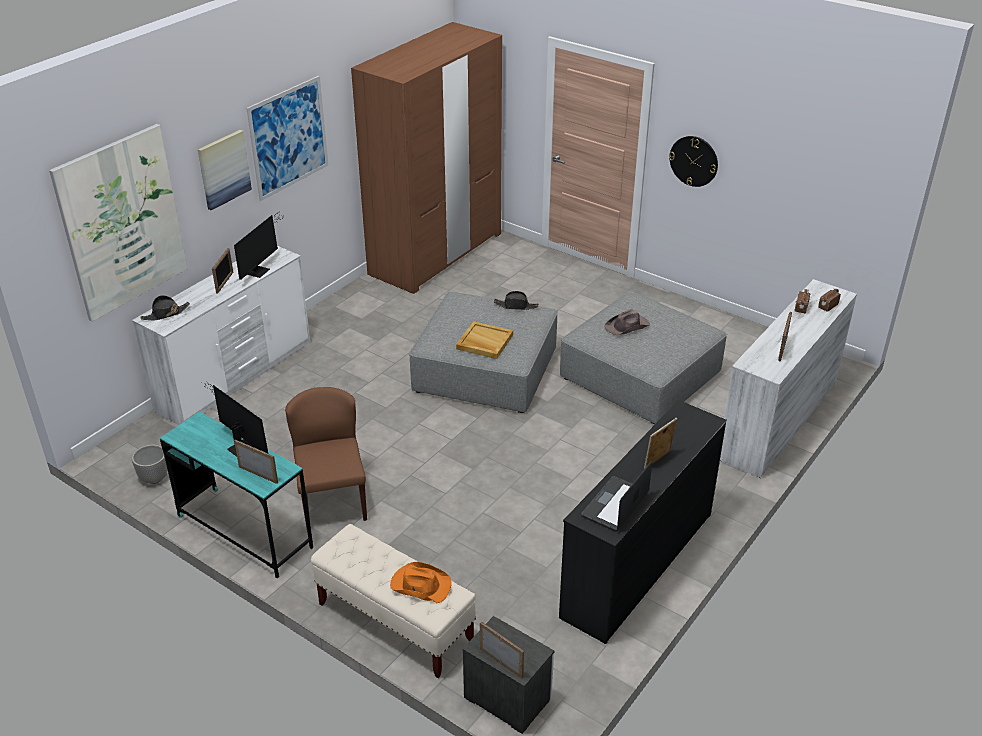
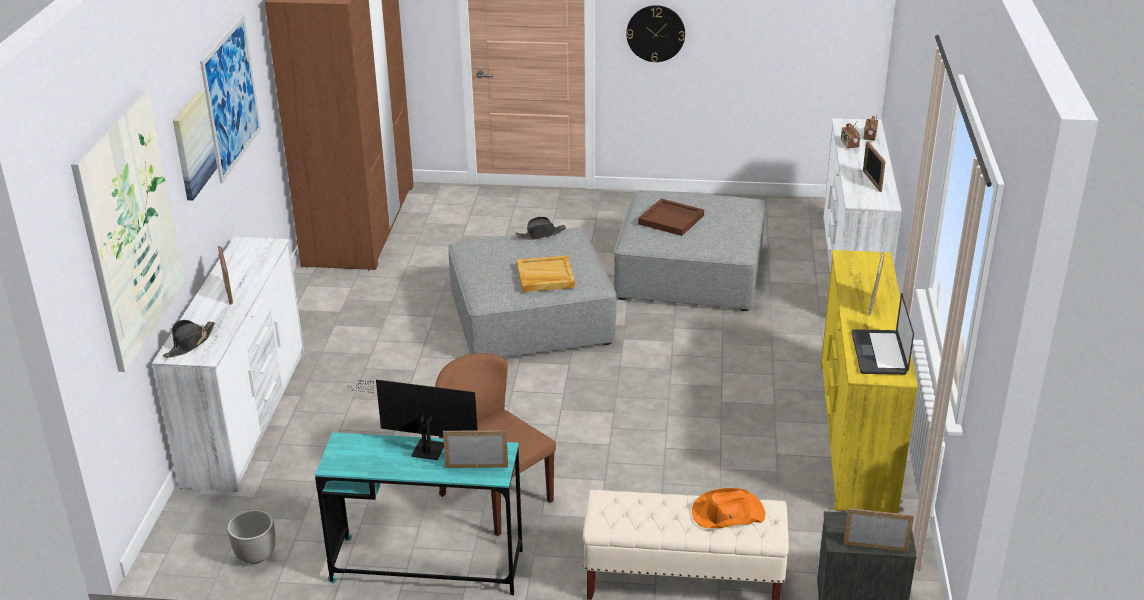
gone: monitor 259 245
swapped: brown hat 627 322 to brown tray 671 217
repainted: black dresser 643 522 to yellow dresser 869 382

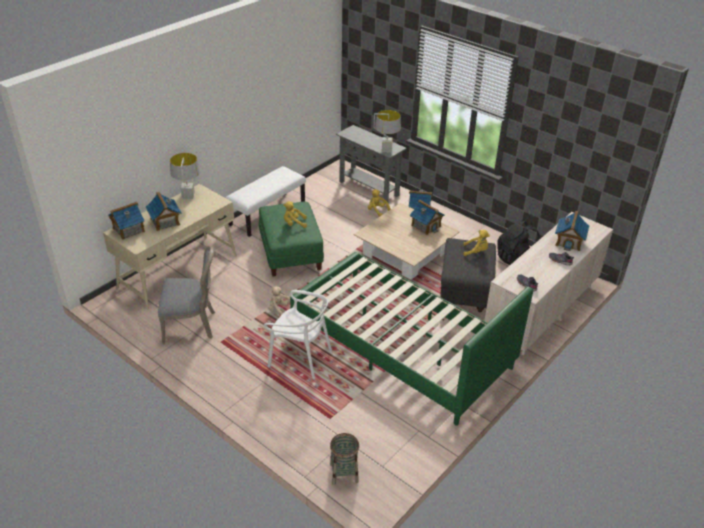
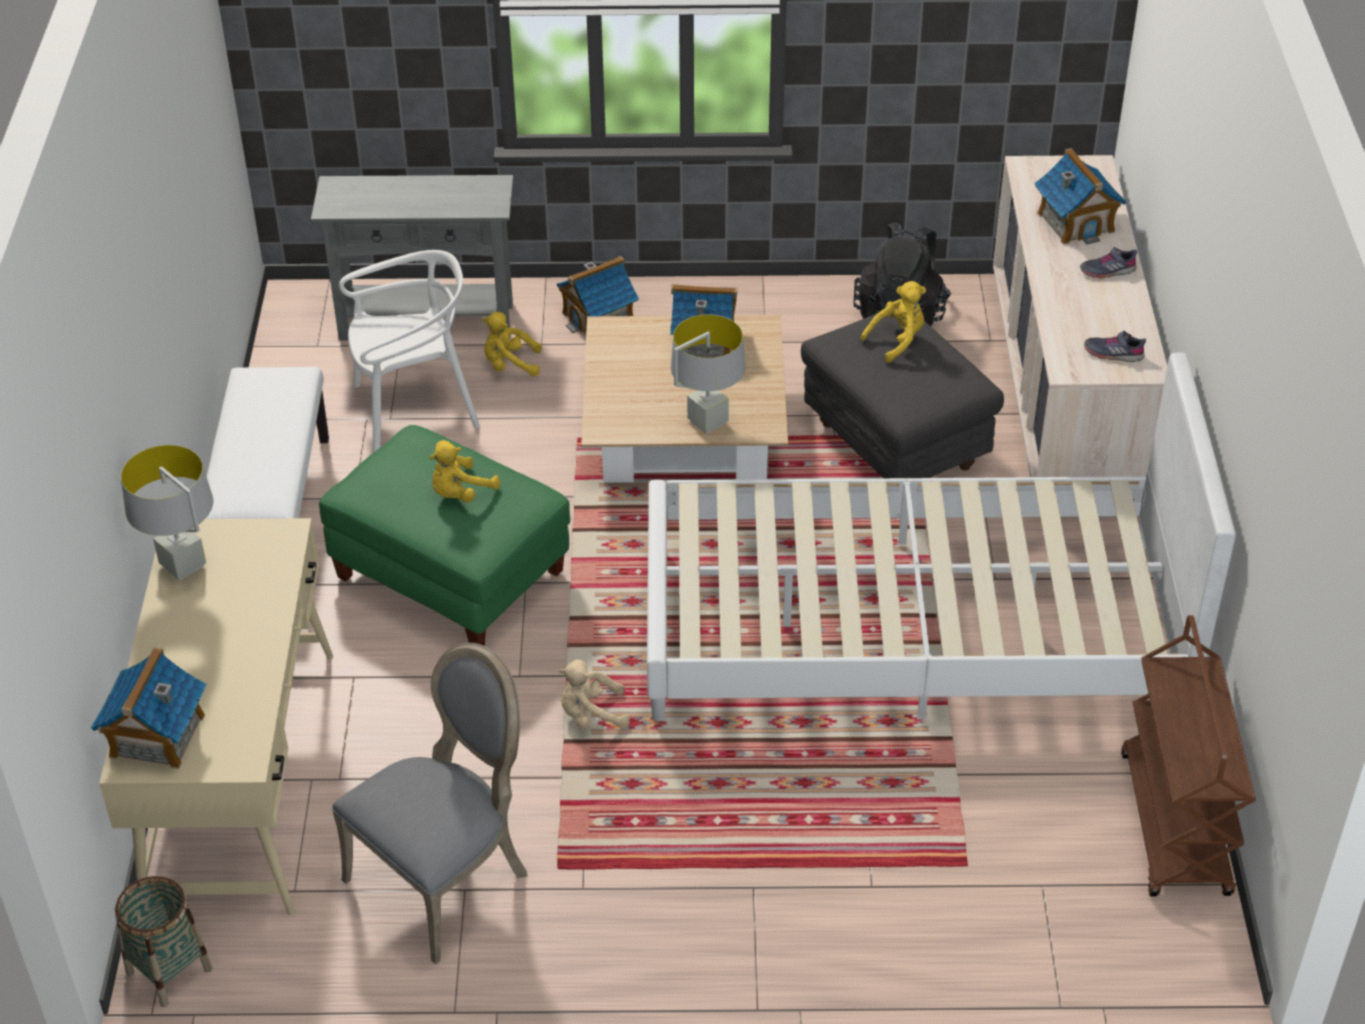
gone: toy house 164 211
new: brown cart 1188 755
shifted: basket 344 459 to 164 941; white chair 298 334 to 409 351; grey table lamp 387 131 to 708 374
repainted: green bed 411 339 to white bed 941 537

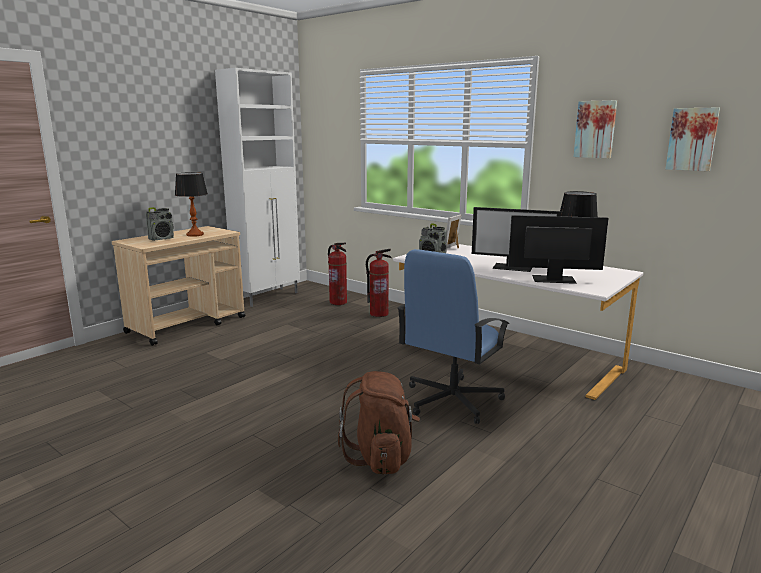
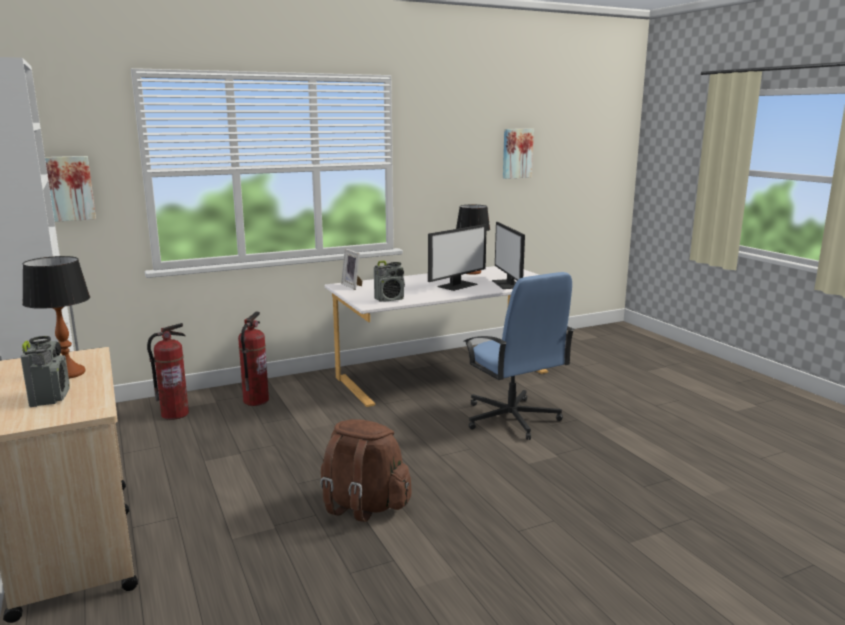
shifted: picture 595 129 to 70 189; brown backpack 379 423 to 366 470
rotated: monitor 558 249 = 508 255 45 degrees counterclockwise

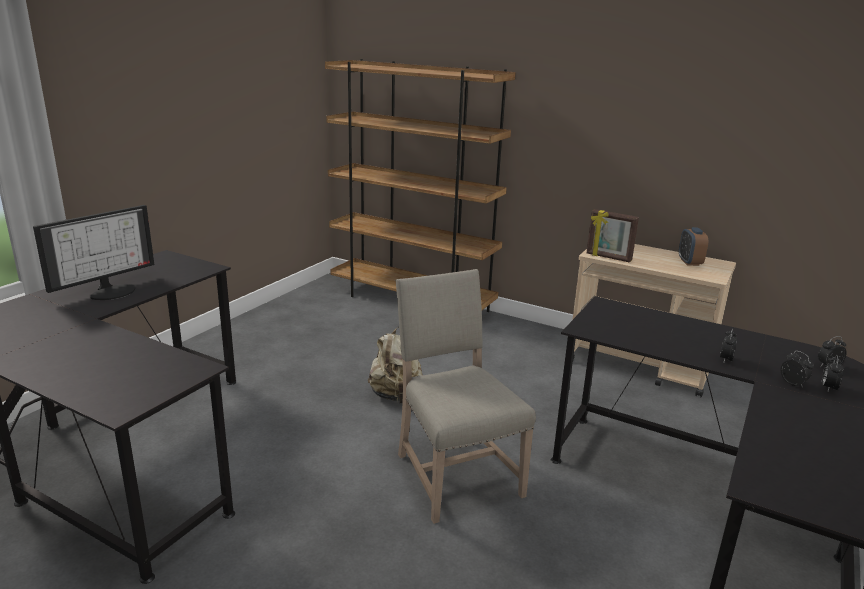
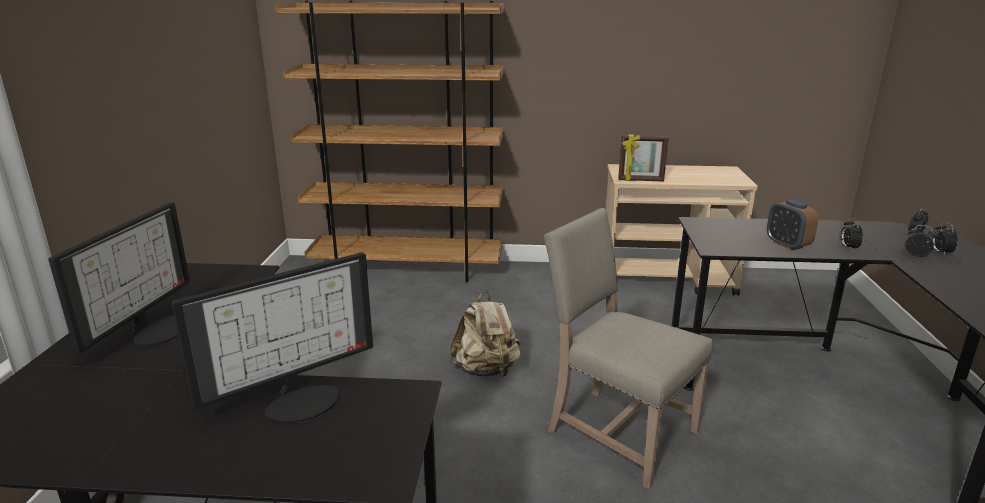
new: monitor 272 338
shifted: alarm clock 693 246 to 792 224

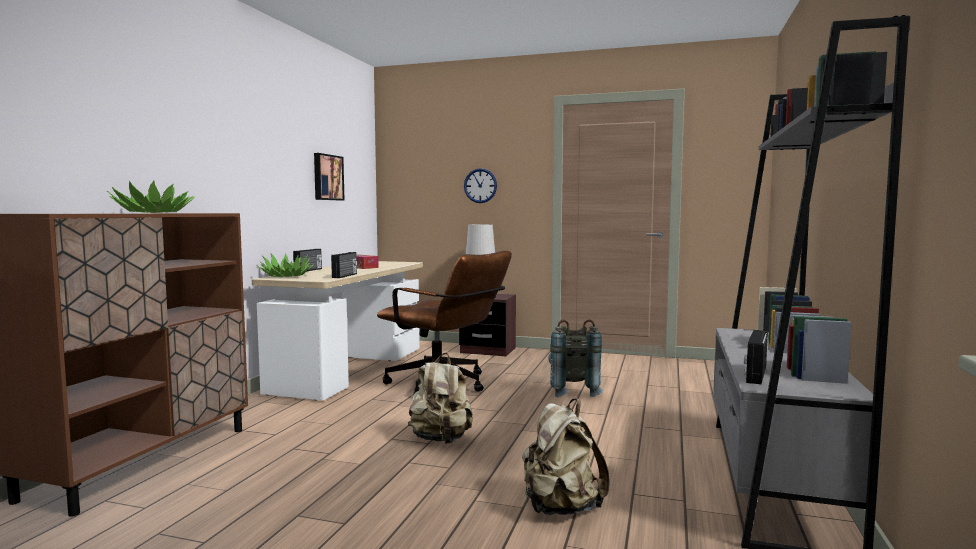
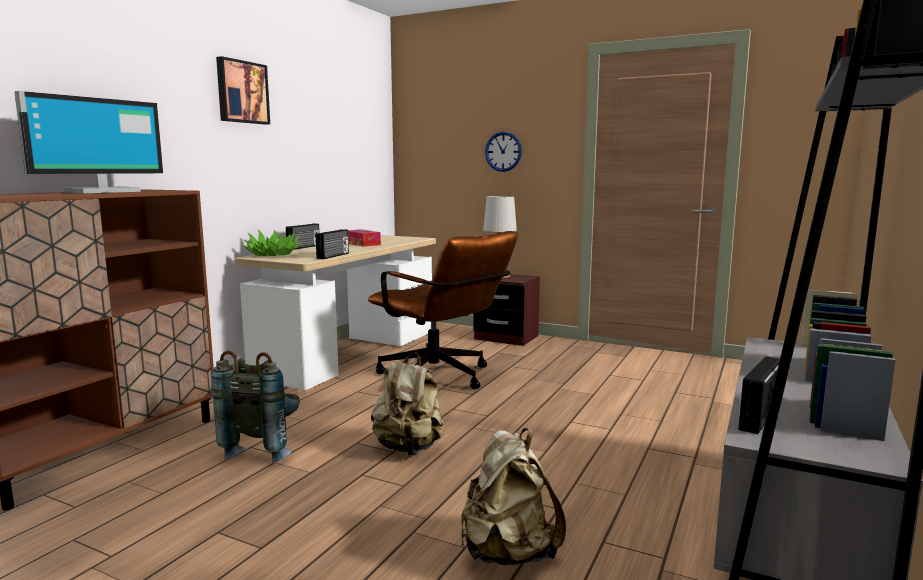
shifted: grey backpack 575 358 to 255 407; picture 329 177 to 243 90
swapped: potted plant 151 197 to monitor 88 142

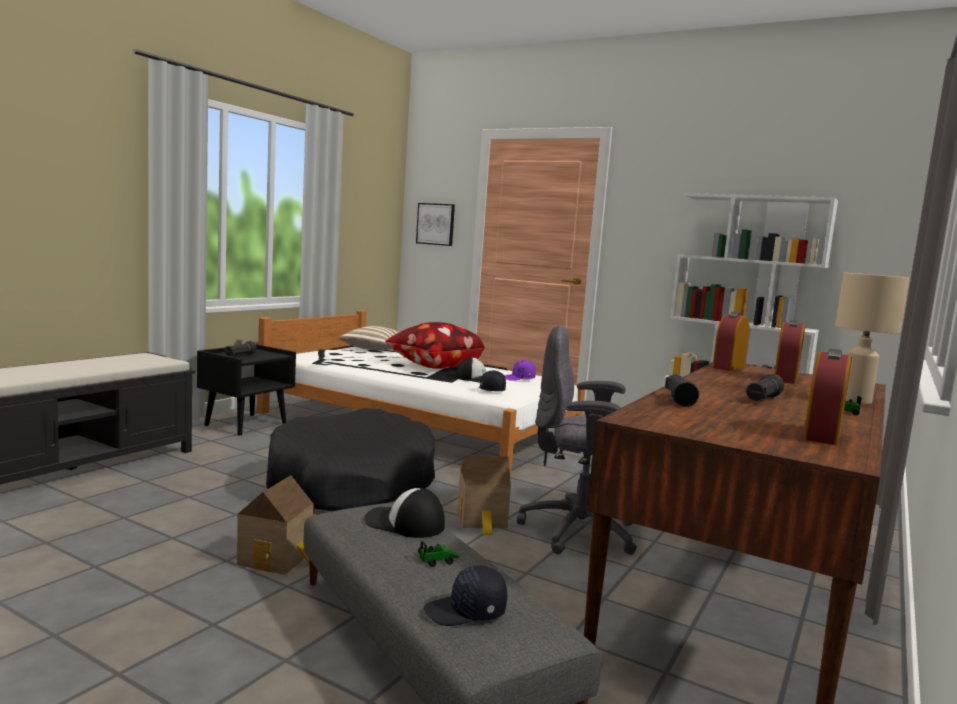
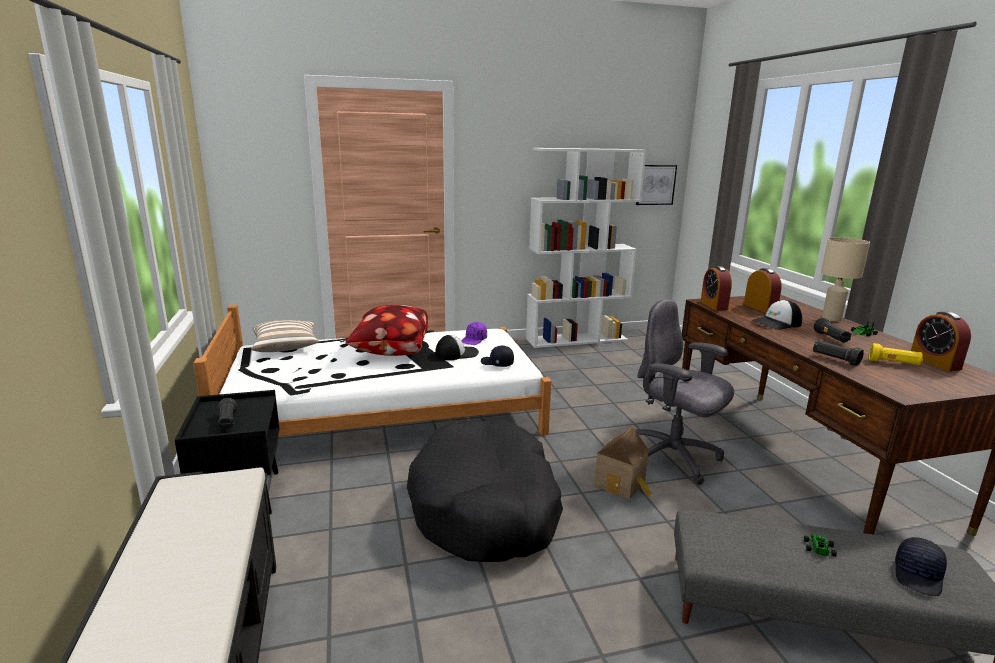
gone: toy house 275 525
new: yellow flashlight 896 354
shifted: picture 435 224 to 656 185; cap 404 513 to 776 315
rotated: grey office chair 577 440 = 684 392 75 degrees clockwise

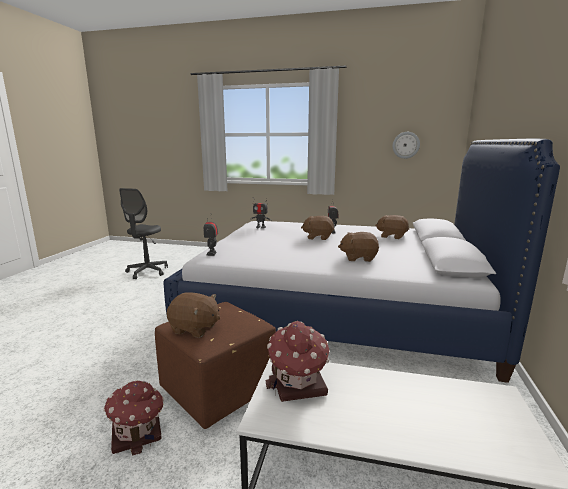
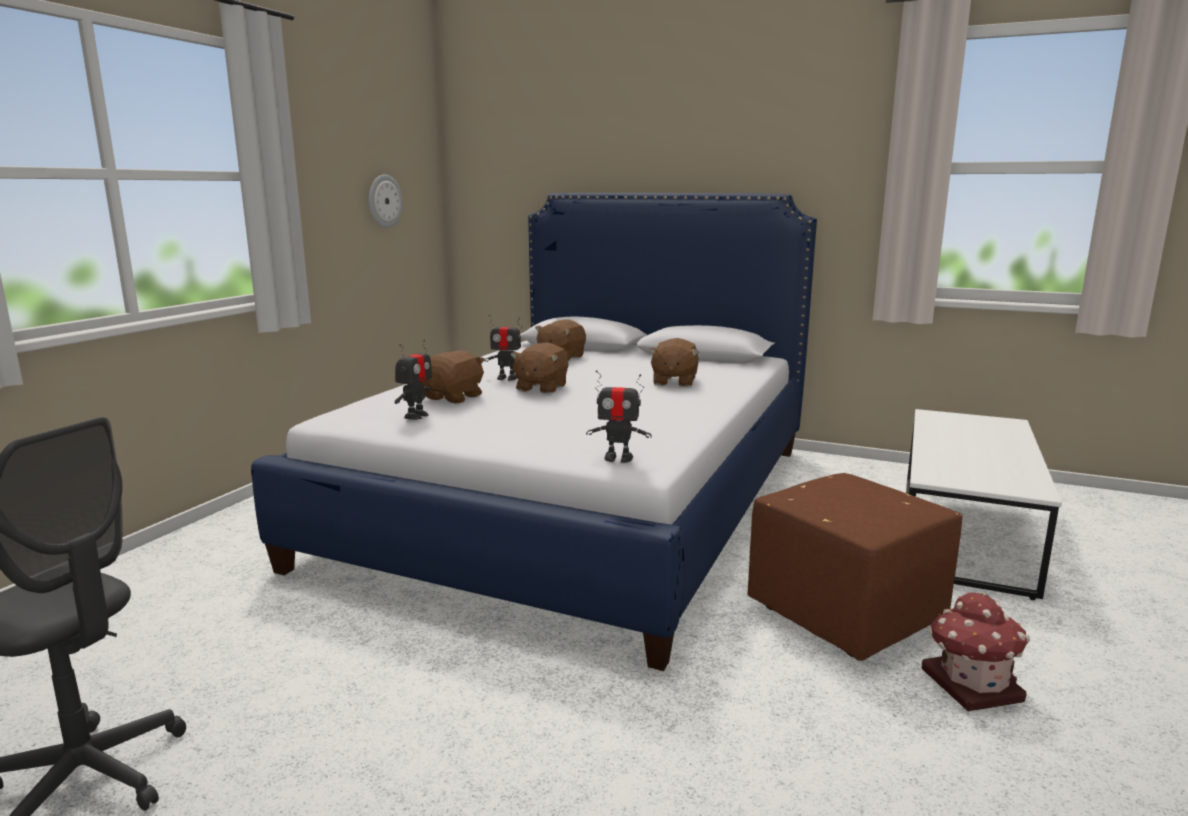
gone: toy house 298 361
shifted: brown plush toy 193 315 to 453 376

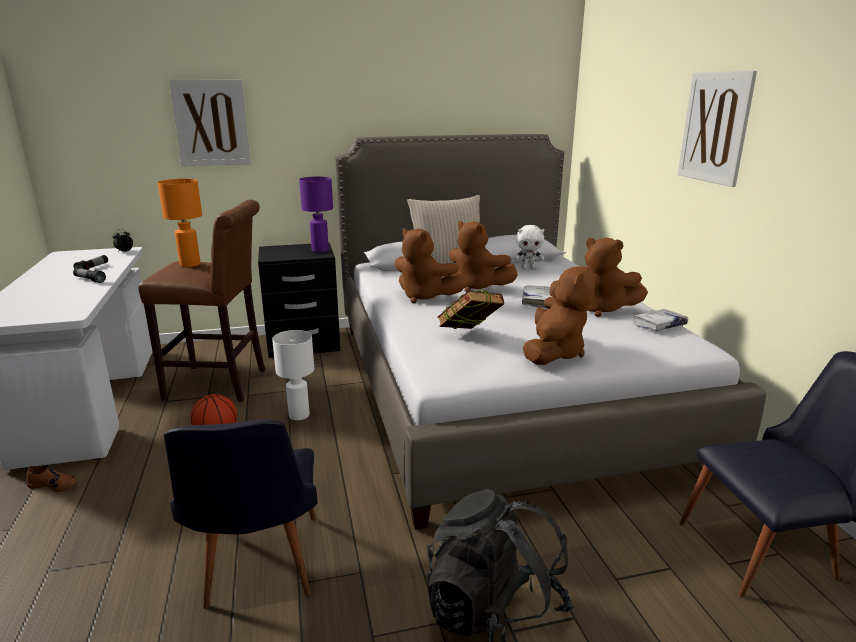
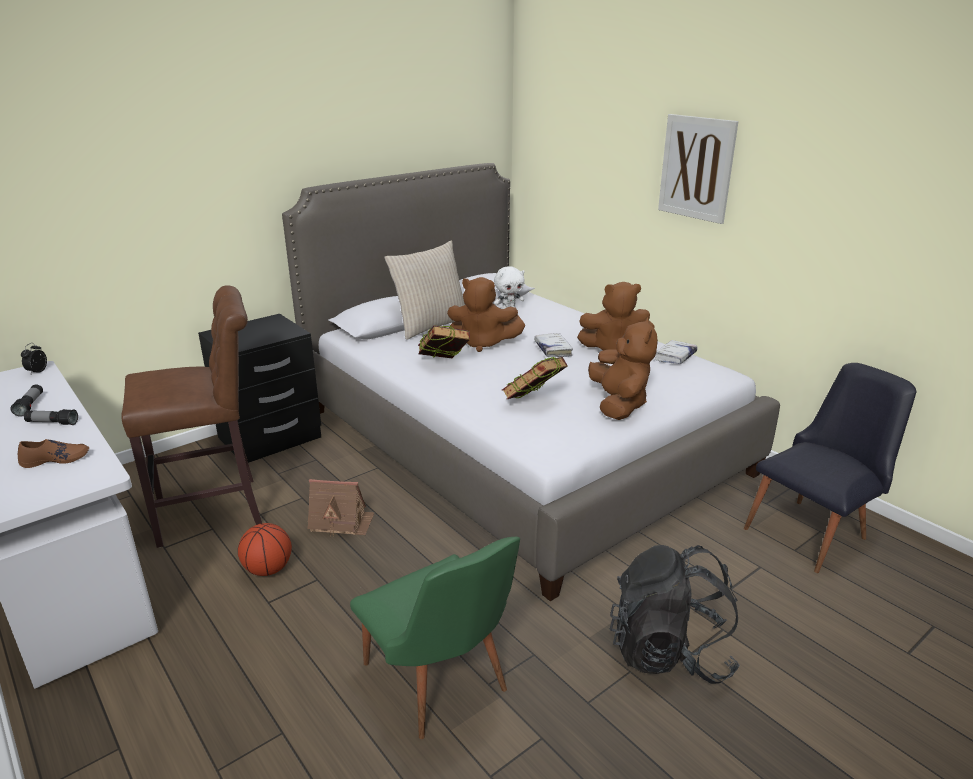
gone: orange table lamp 180 223; picture 210 123; purple table lamp 316 215
shifted: brown shoe 52 479 to 53 453
swapped: white table lamp 293 375 to toy house 341 508; brown plush toy 430 265 to book 444 342
repainted: black chair 241 514 to green chair 435 638

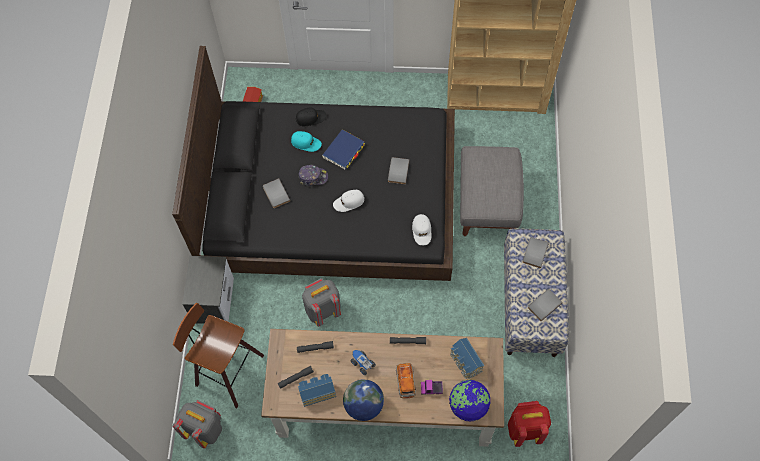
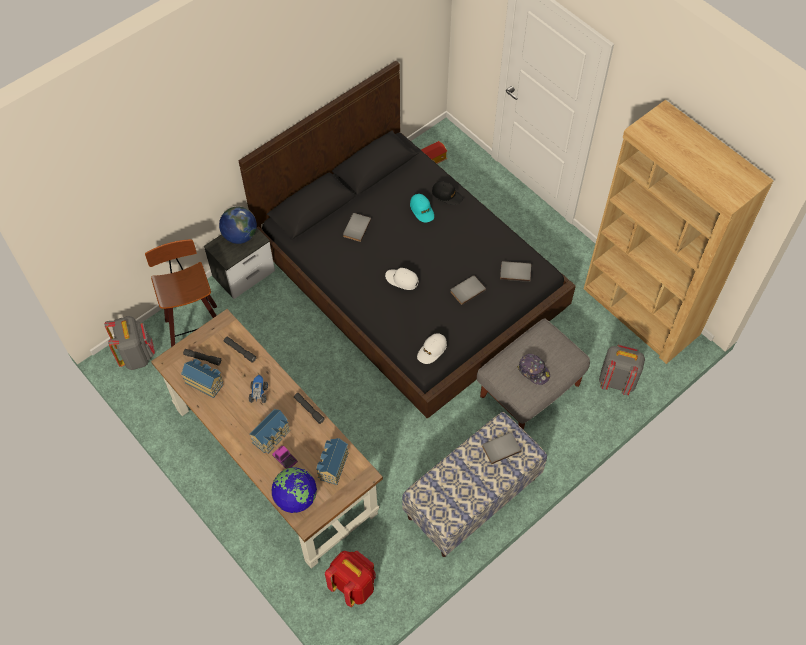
gone: blue book 343 149
shifted: globe 363 400 to 238 225; grey book 545 305 to 515 271; cap 313 175 to 533 369; grey backpack 321 302 to 622 369
swapped: toy car 406 380 to toy house 269 431

